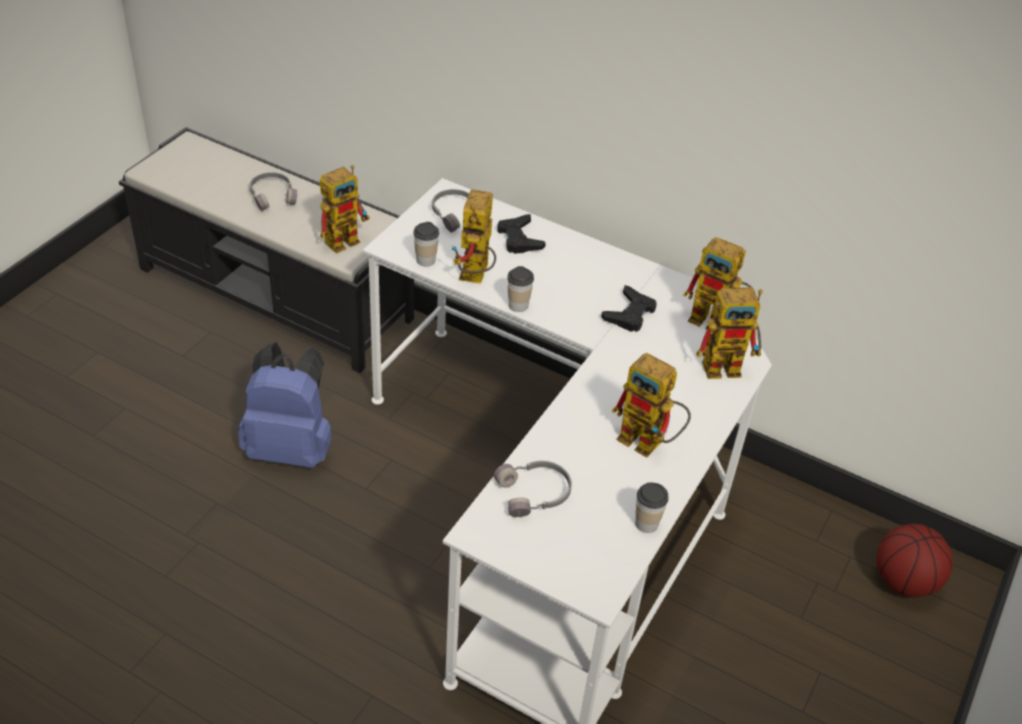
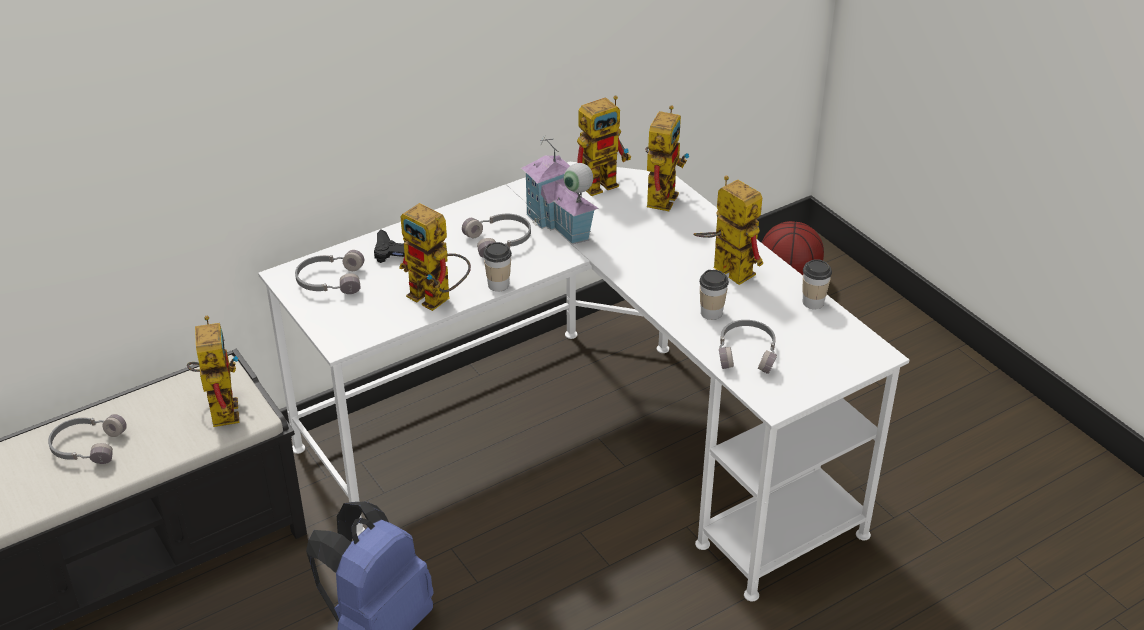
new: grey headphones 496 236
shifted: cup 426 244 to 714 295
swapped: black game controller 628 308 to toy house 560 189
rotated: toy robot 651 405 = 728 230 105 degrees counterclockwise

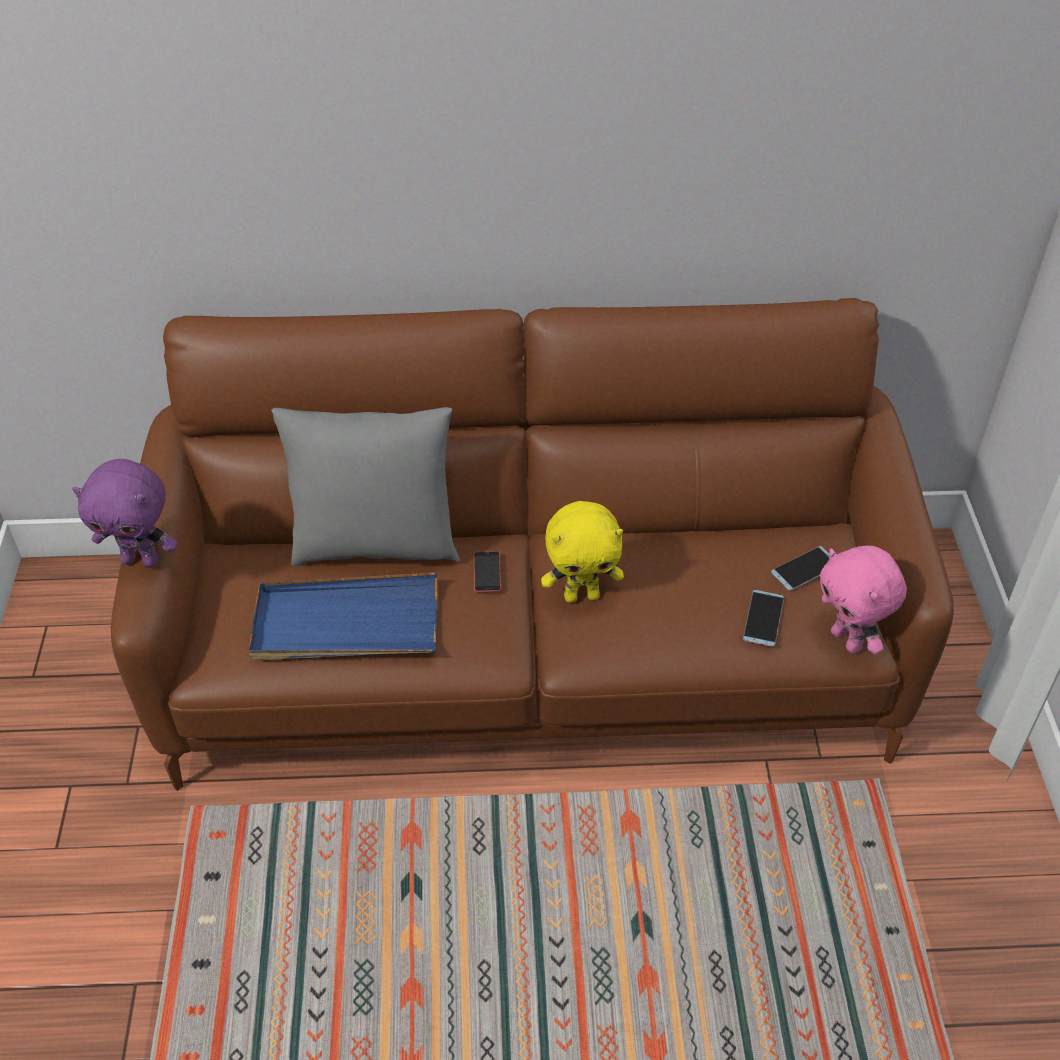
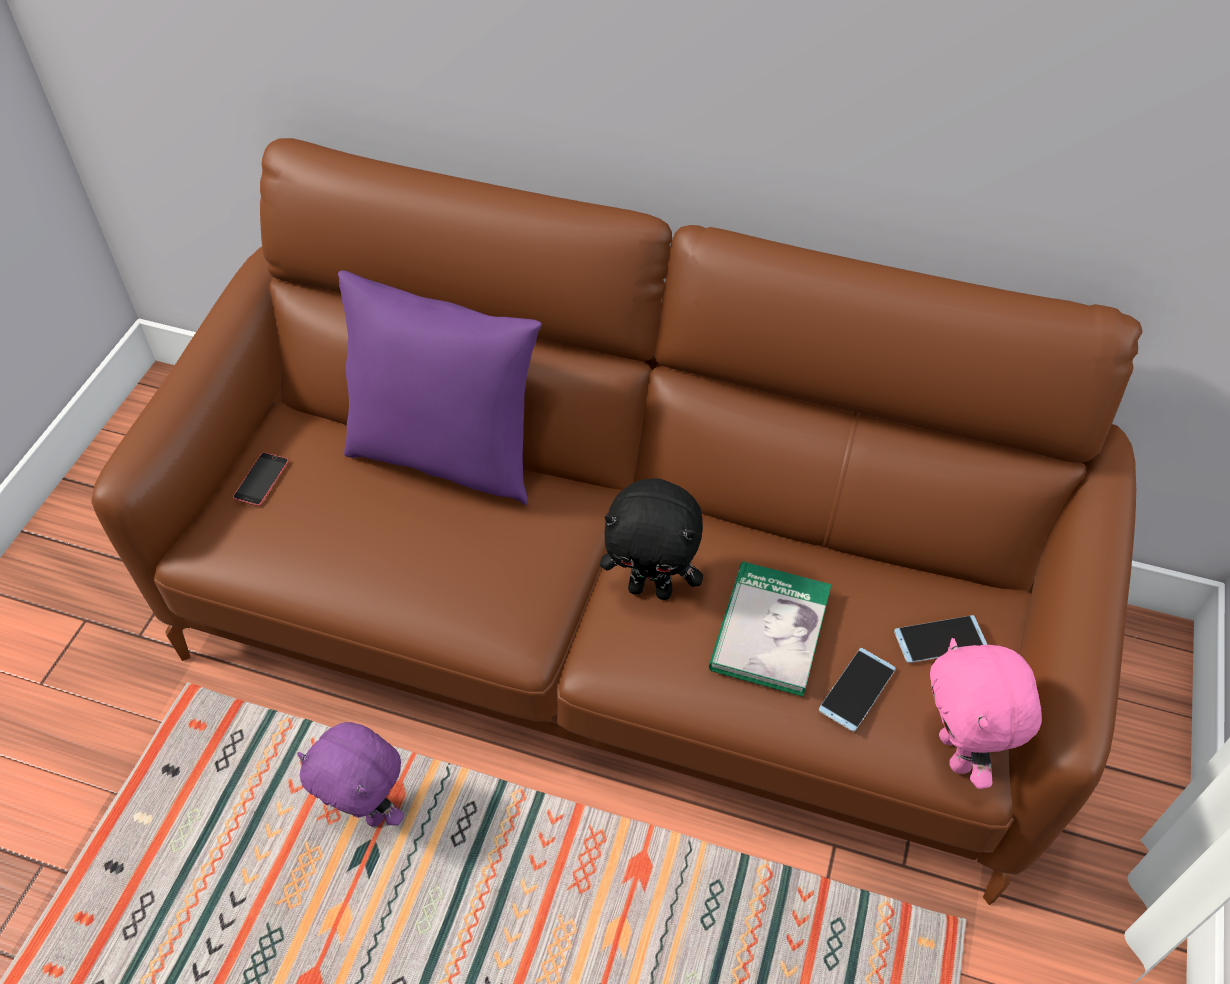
gone: blue tray 343 616
new: book 770 629
shifted: phone 487 571 to 261 479; purple plush toy 125 513 to 350 774
repainted: grey pillow 365 486 to purple pillow 440 387; yellow plush toy 582 552 to black plush toy 651 539

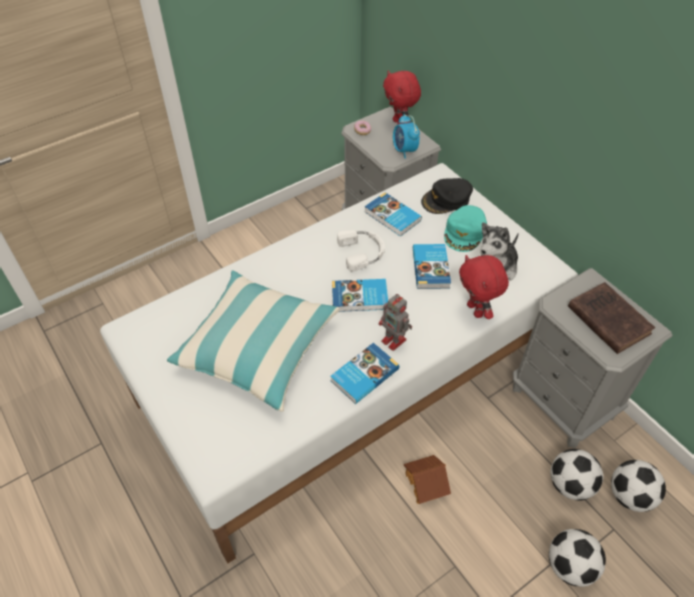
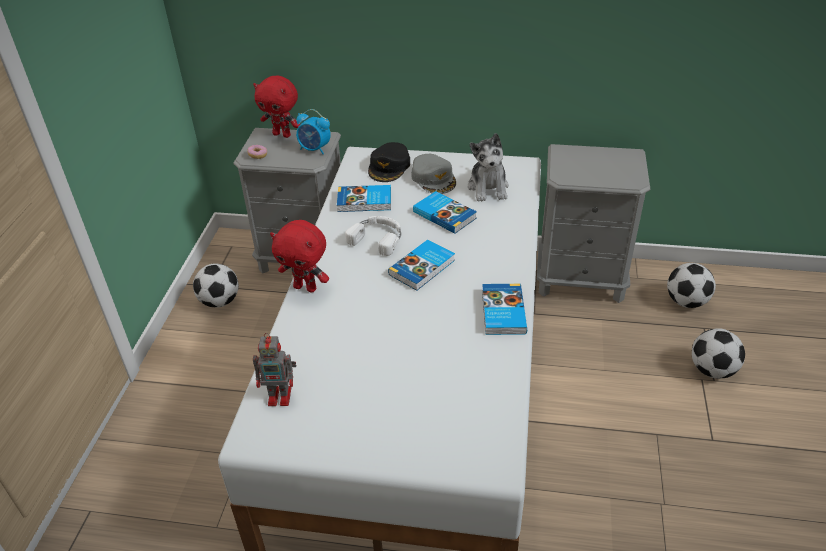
gone: pillow 253 340; toy house 427 479; brown book 611 318
shifted: football 576 475 to 216 285; toy robot 395 322 to 274 369; red plush toy 484 287 to 299 256
repainted: turquoise cap 465 228 to grey cap 433 174

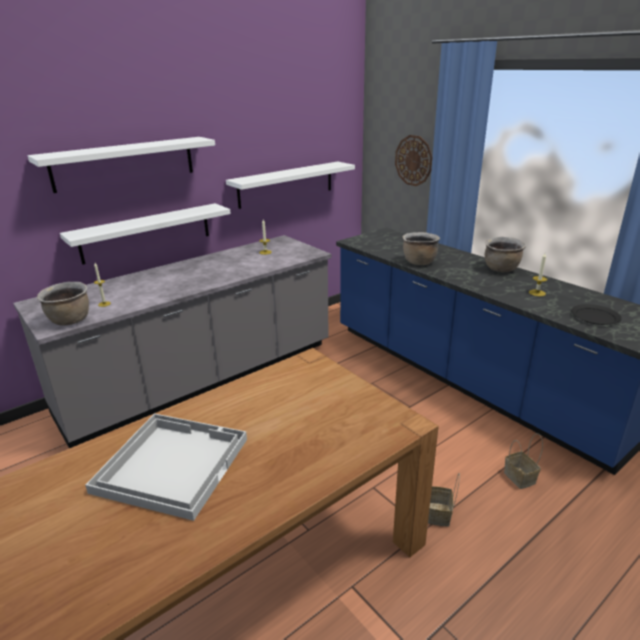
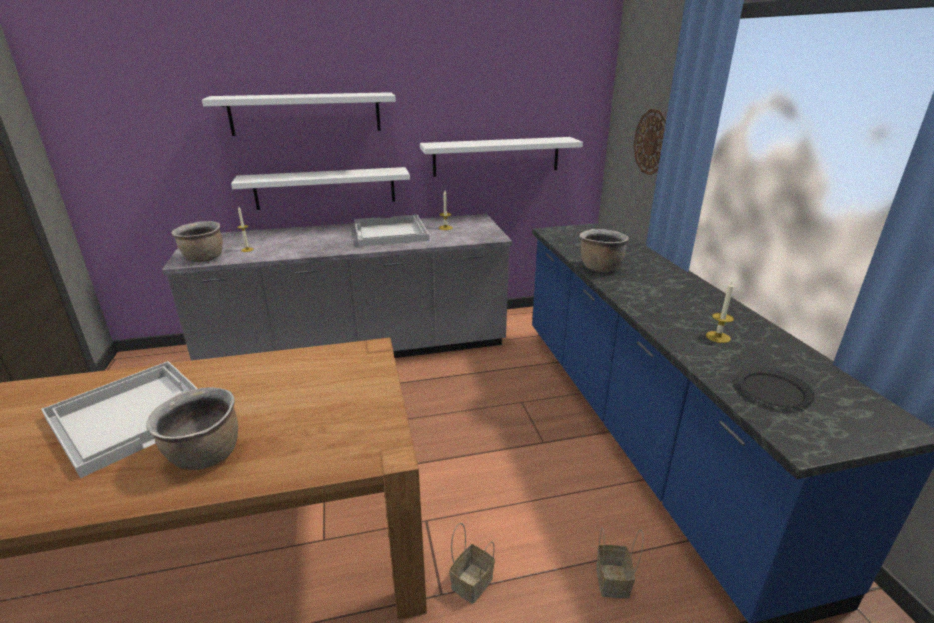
new: white tray 391 231
shifted: brown cooking pot 505 254 to 192 428

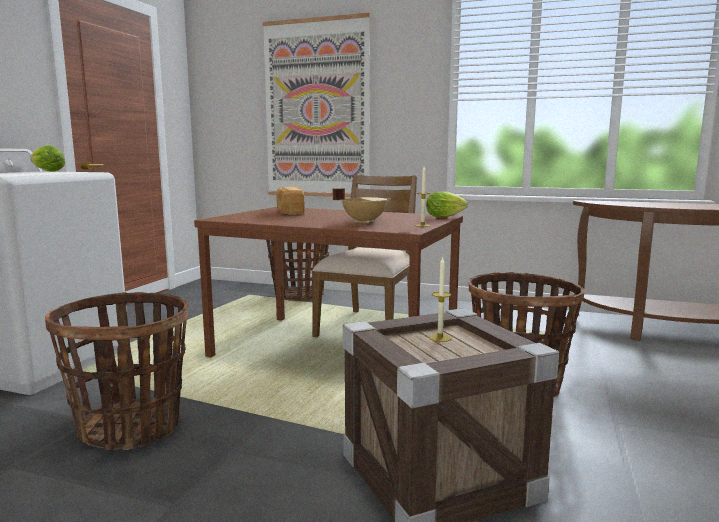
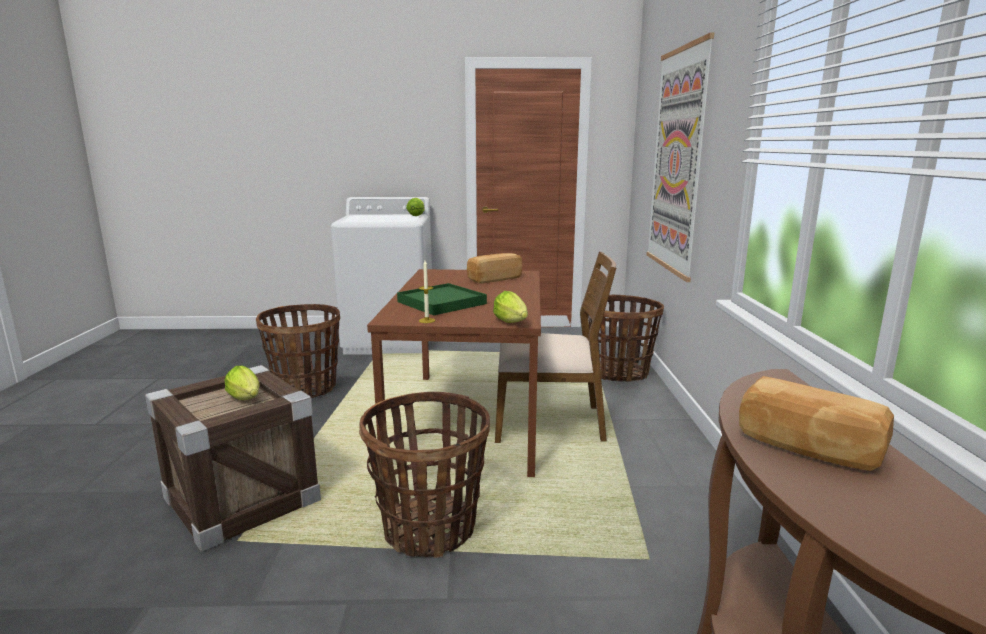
new: bread 816 423
swapped: candle 440 299 to lettuce 241 383; beige cooking pot 362 205 to green tray 442 299

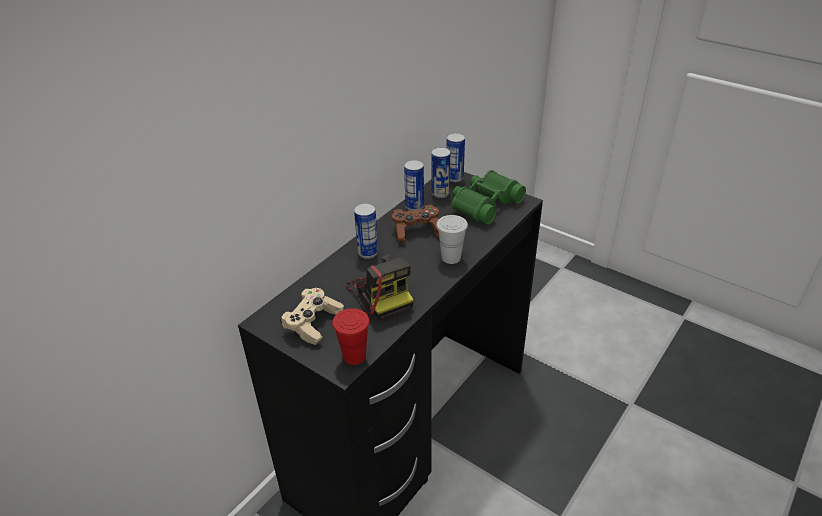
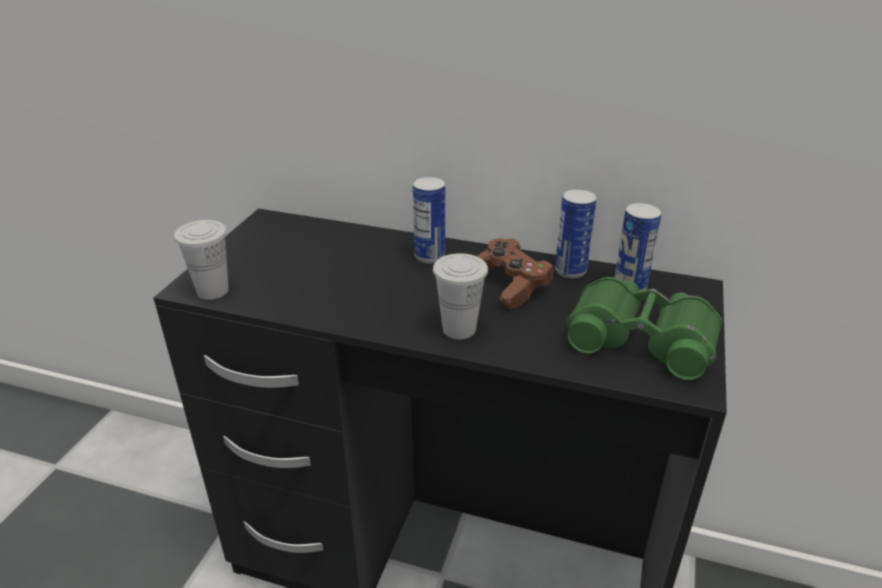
gone: beige game controller 312 316; photo camera 380 287; can 456 157
repainted: red cup 351 336 to white cup 201 260

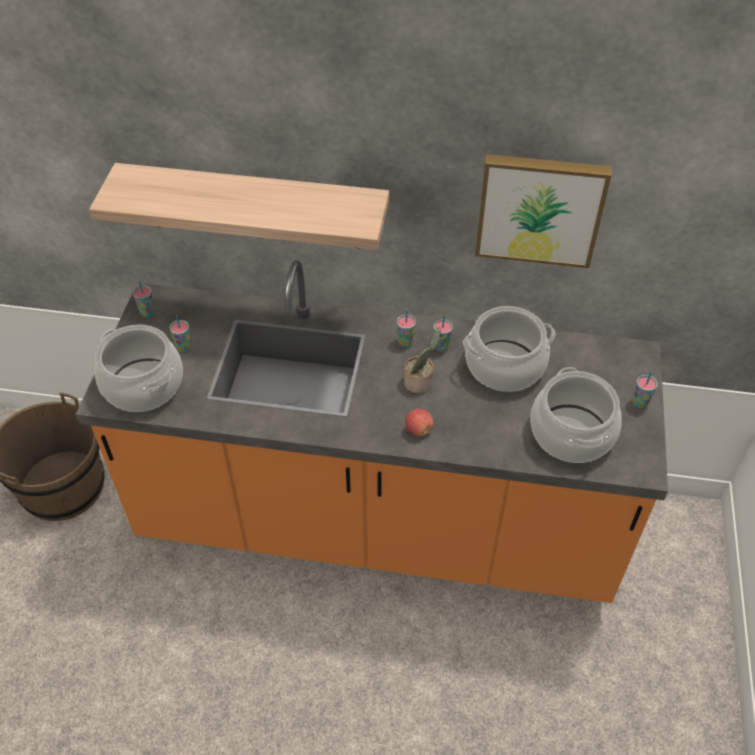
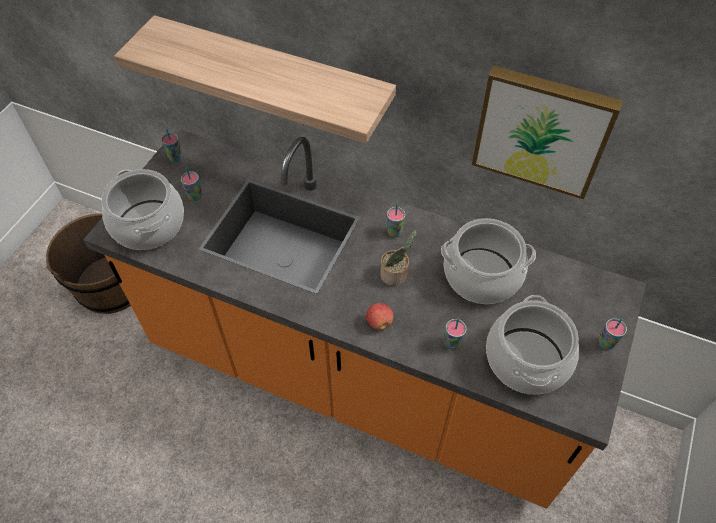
shifted: cup 443 333 to 455 334

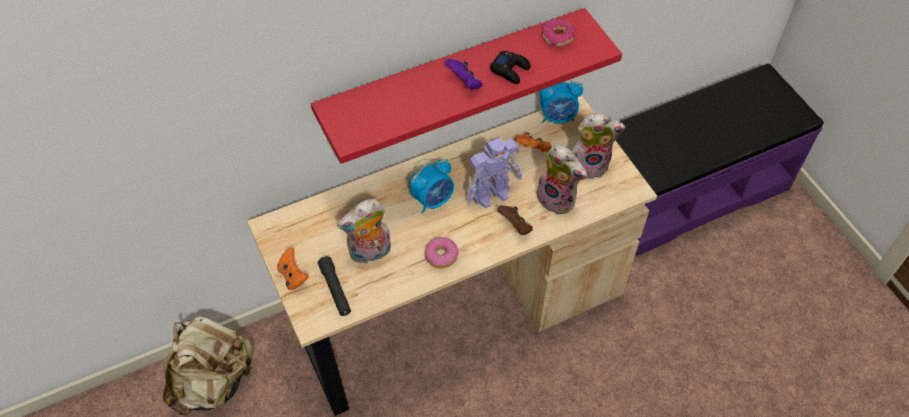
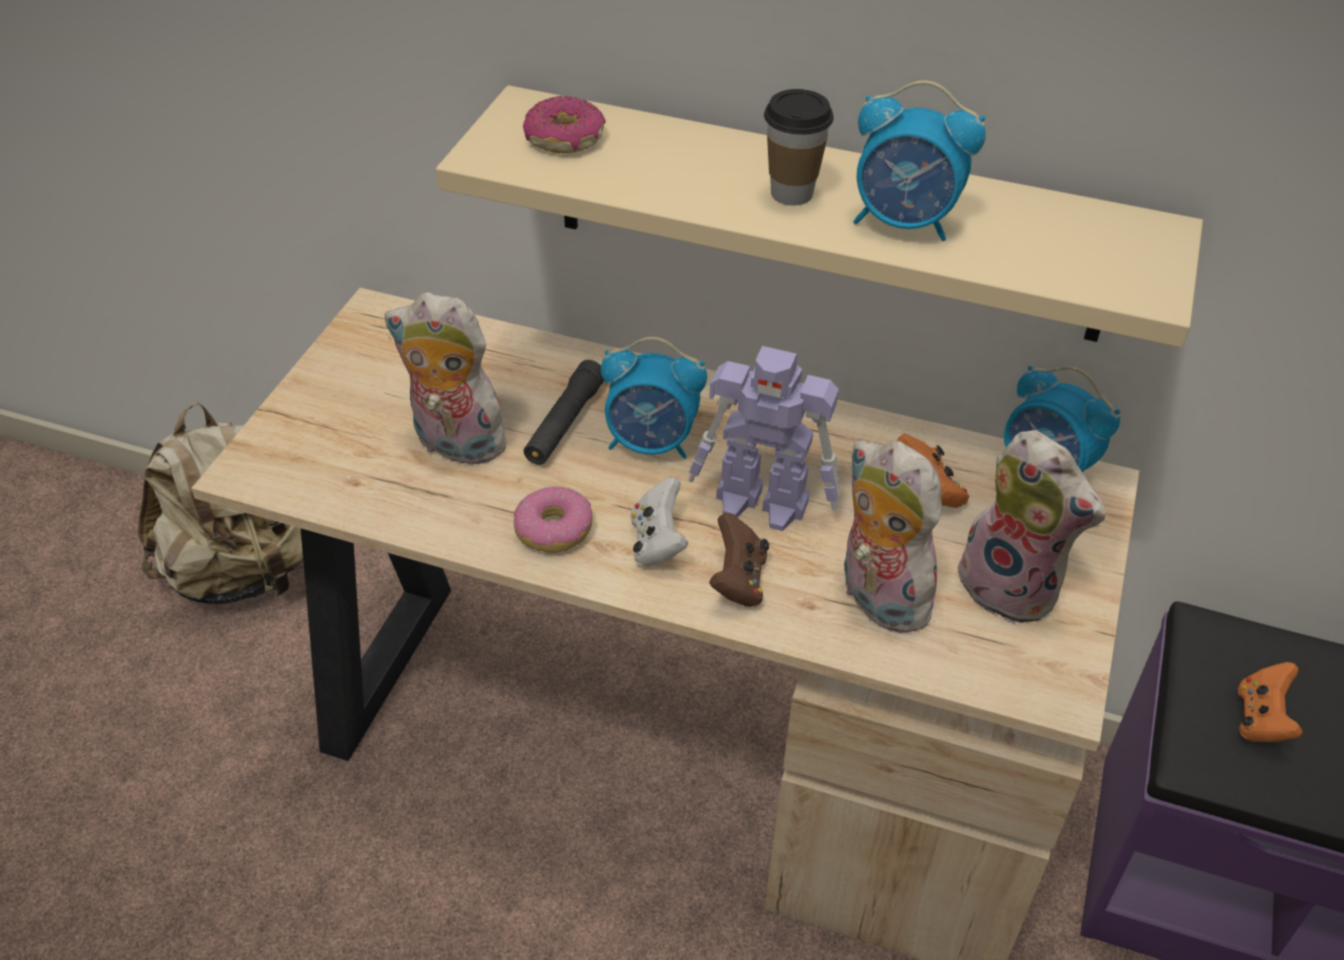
new: white game controller 660 522
shifted: donut 558 32 to 564 125; black flashlight 334 286 to 564 412; orange game controller 293 269 to 1270 702
swapped: purple game controller 463 74 to cup 798 147; black game controller 510 67 to alarm clock 919 160
repainted: red shelf 466 86 to beige shelf 819 216
rotated: plush toy 561 180 = 893 536 150 degrees clockwise

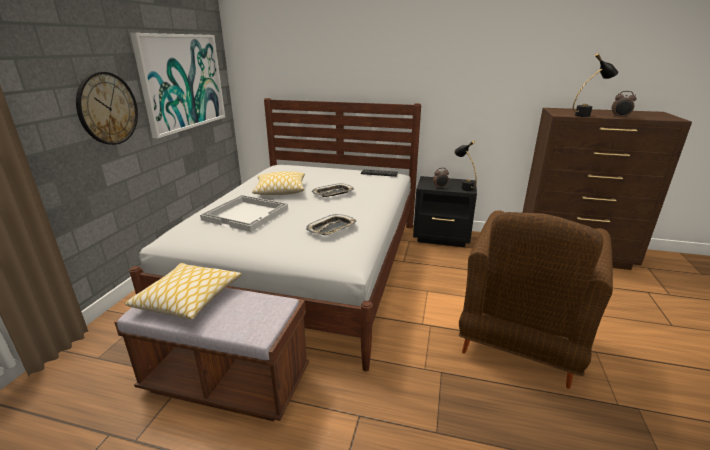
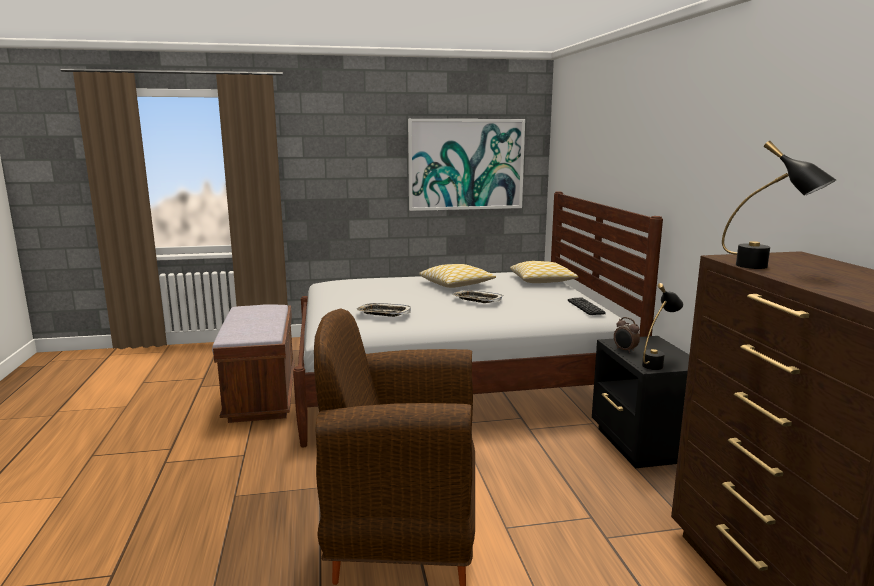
gone: wall clock 107 108; white tray 244 213; alarm clock 624 104
shifted: pillow 183 291 to 544 272

